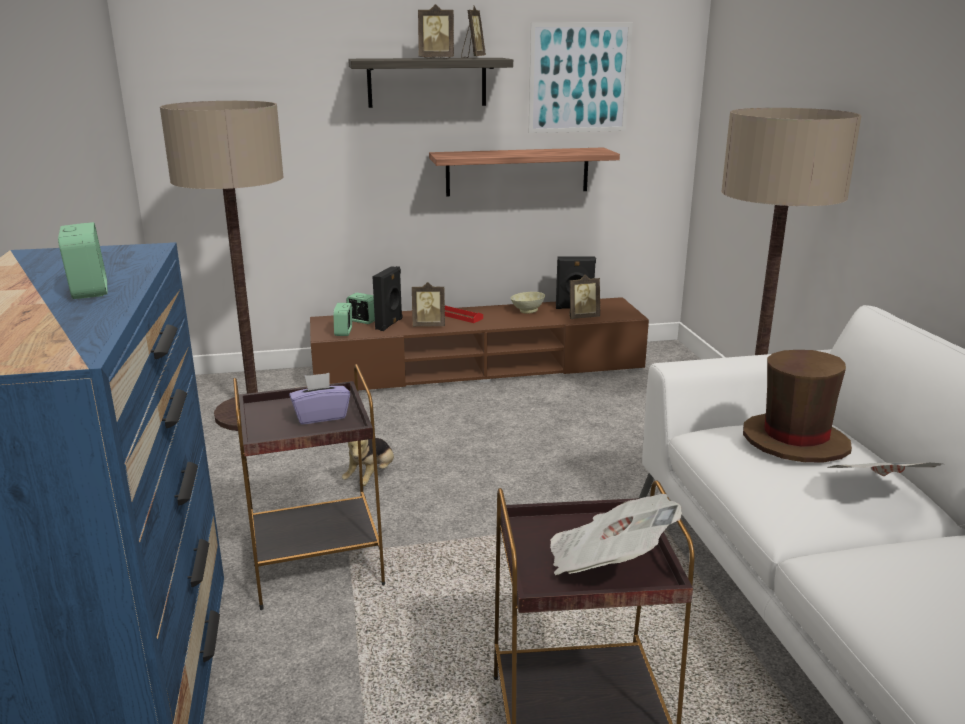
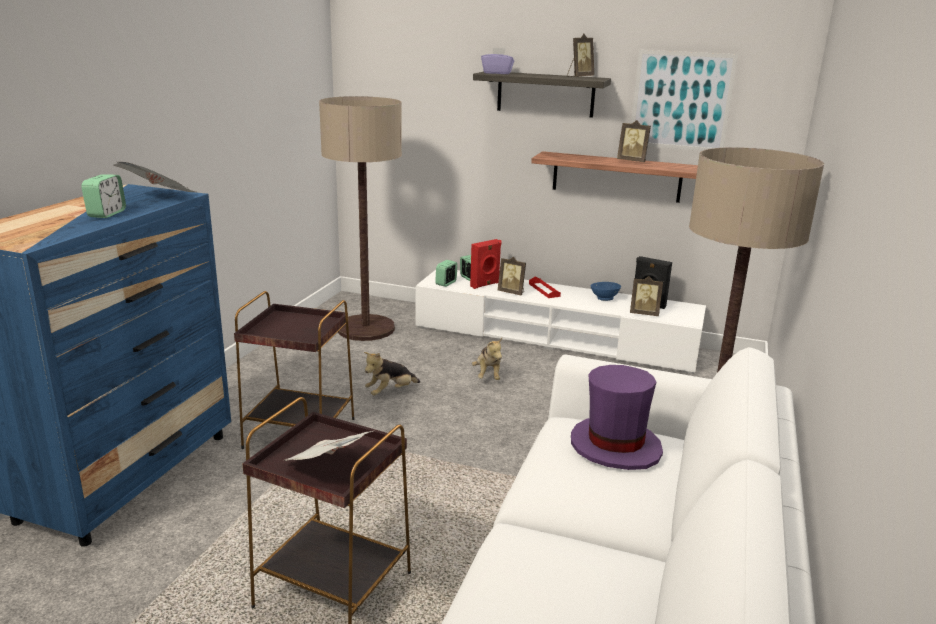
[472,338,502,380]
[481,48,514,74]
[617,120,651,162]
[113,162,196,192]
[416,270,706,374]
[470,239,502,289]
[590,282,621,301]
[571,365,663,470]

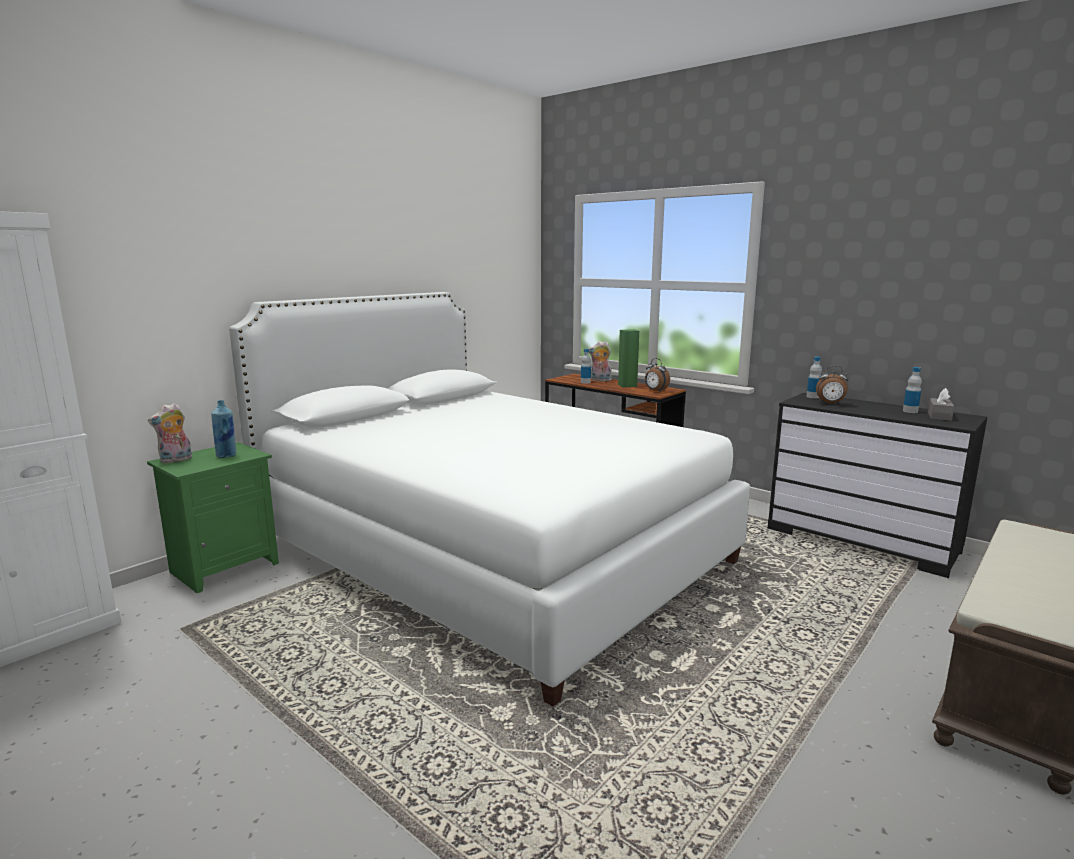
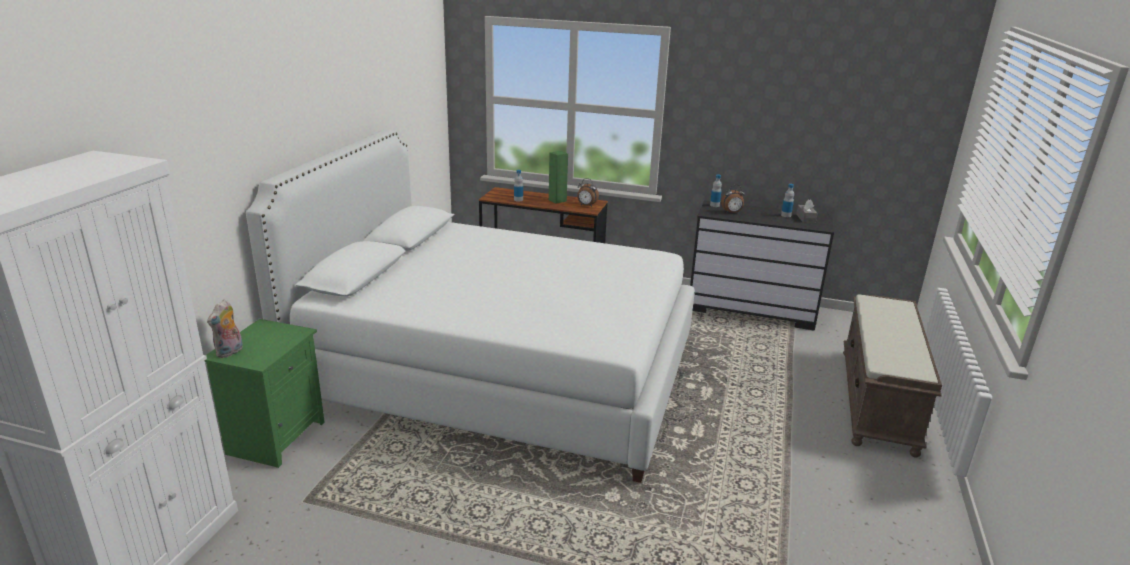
[211,400,236,458] (first image)
[589,341,612,381] (first image)

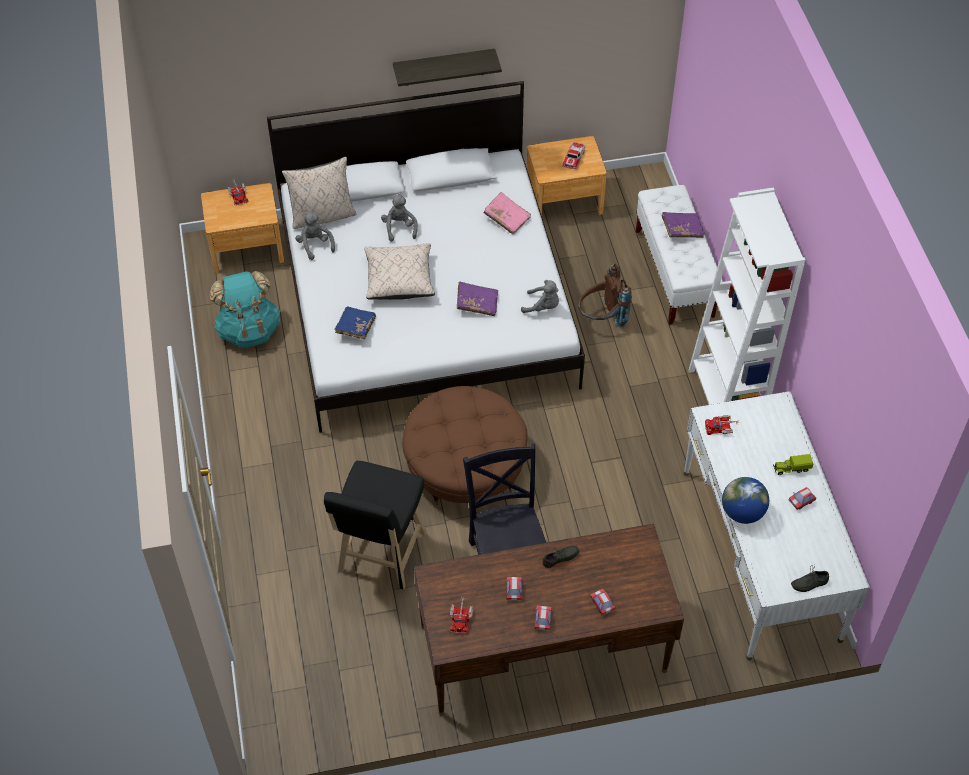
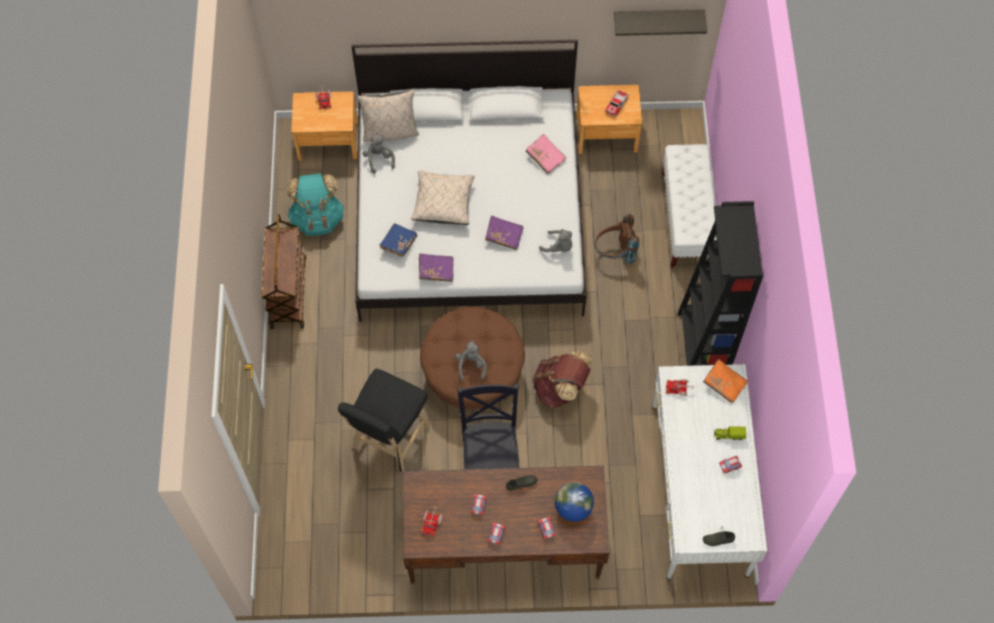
[262,214,307,329]
[532,351,592,408]
[703,359,748,403]
[455,340,487,380]
[614,9,707,36]
[419,253,454,282]
[555,482,594,522]
[678,201,763,366]

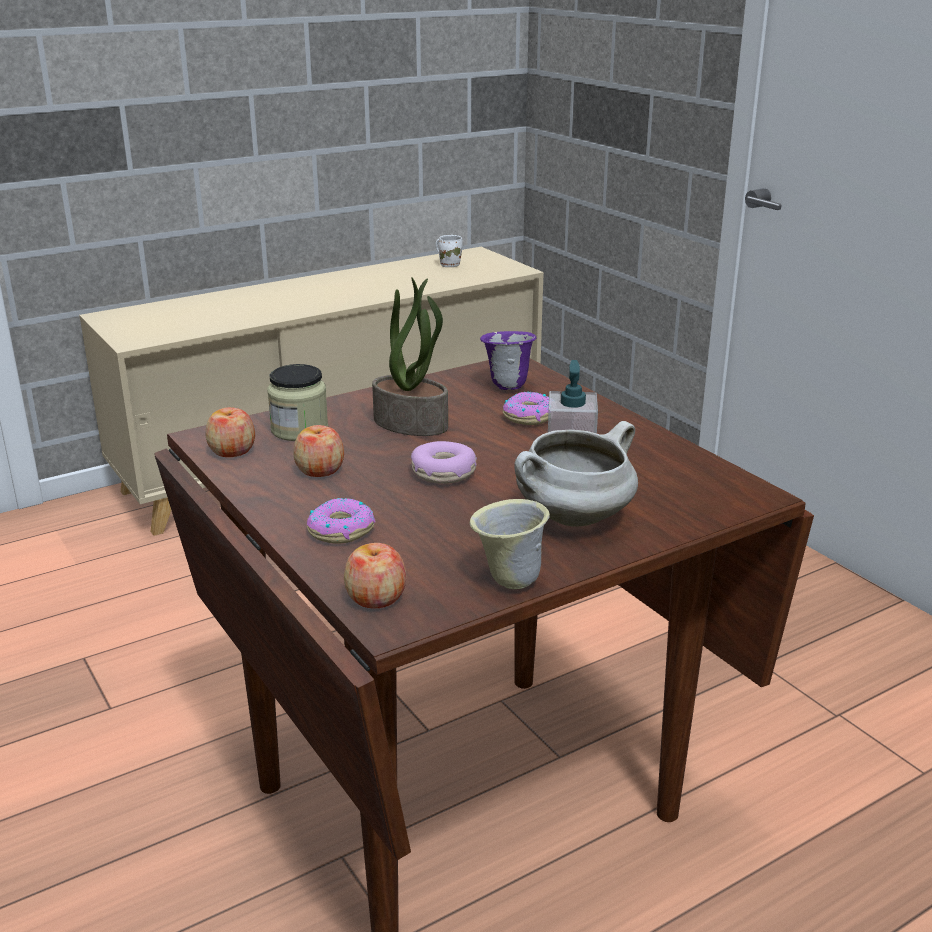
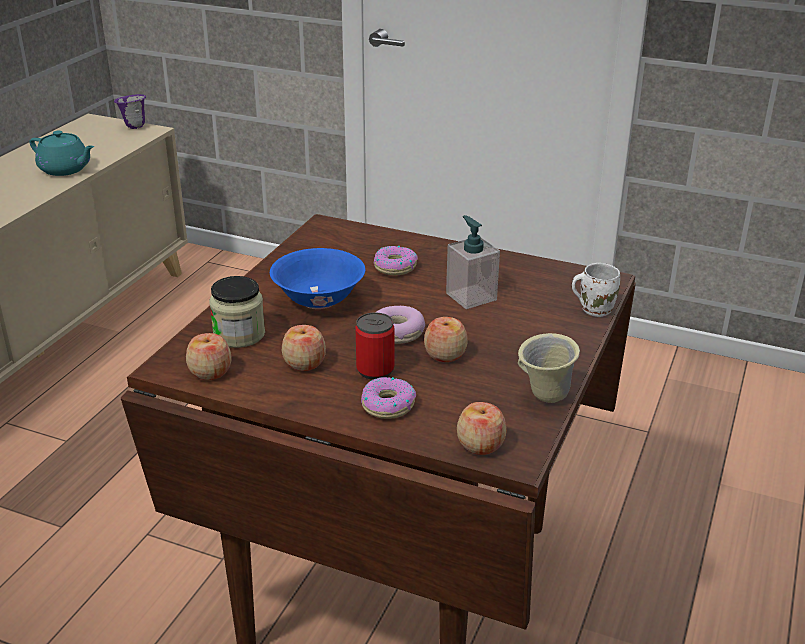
[515,421,638,527] (first image)
[29,131,94,176]
[355,312,394,380]
[424,317,468,362]
[571,263,620,317]
[114,94,146,129]
[270,248,365,309]

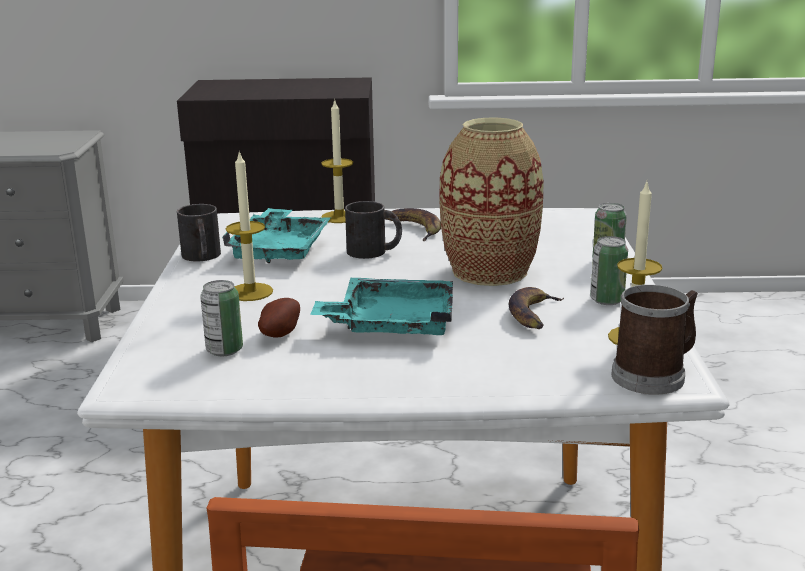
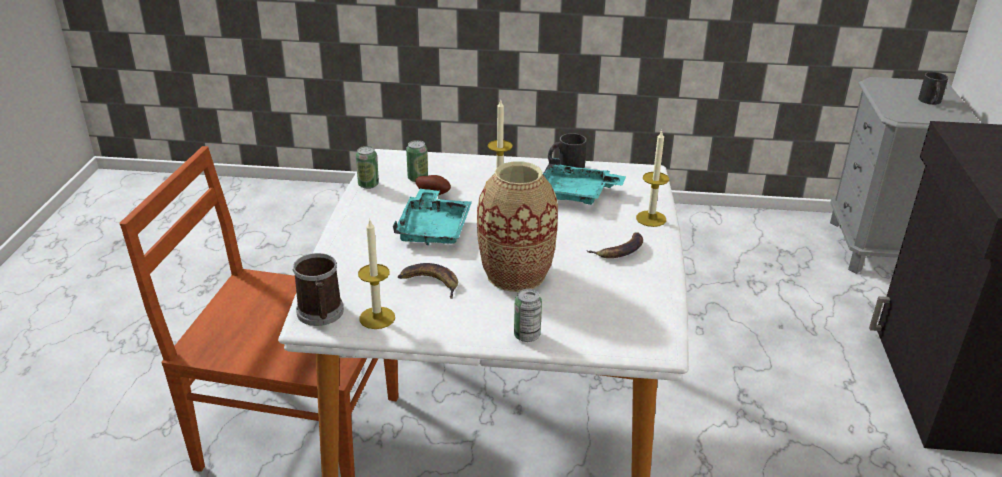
[918,72,948,105]
[356,146,379,189]

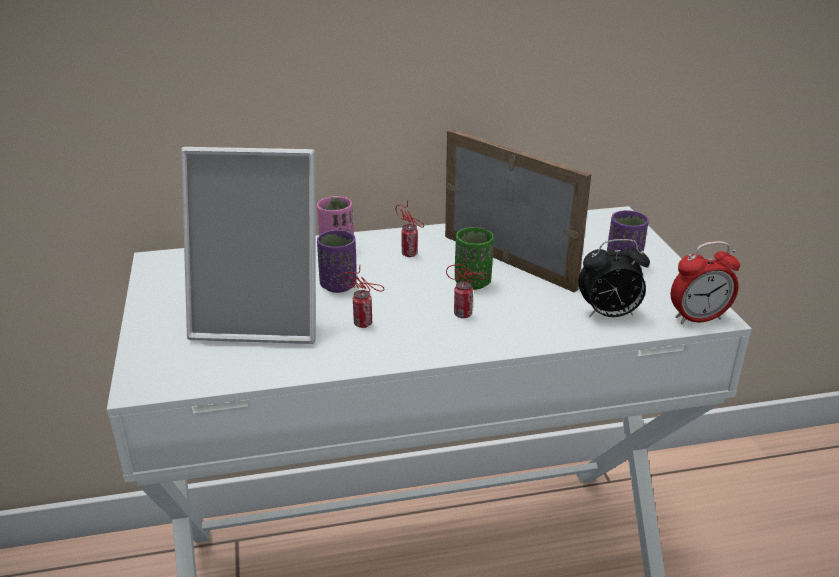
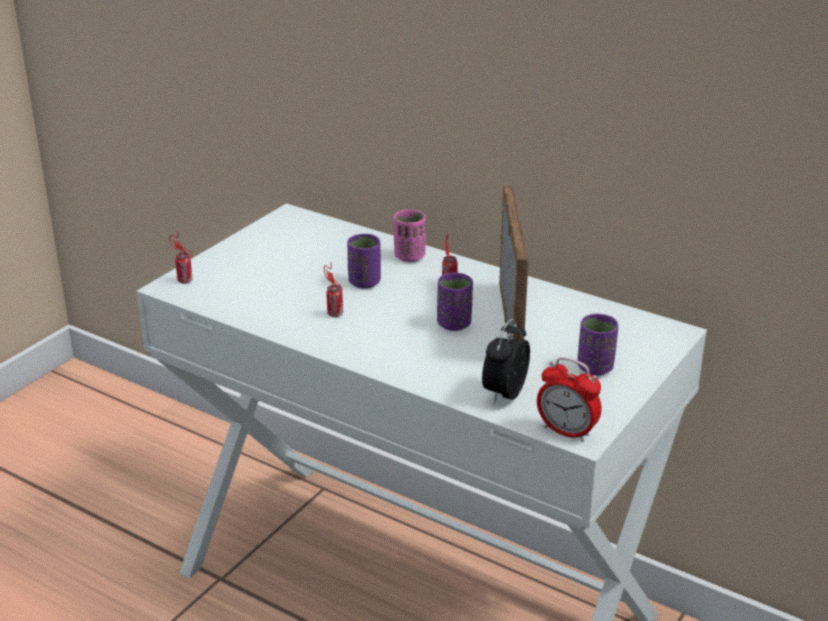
[181,147,316,344] (first image)
[169,231,193,283]
[437,272,473,331]
[482,319,530,404]

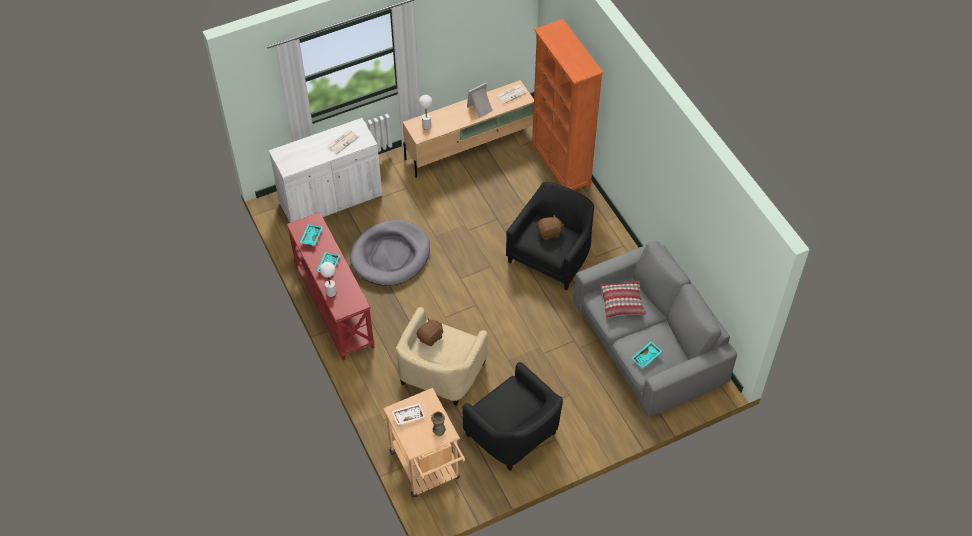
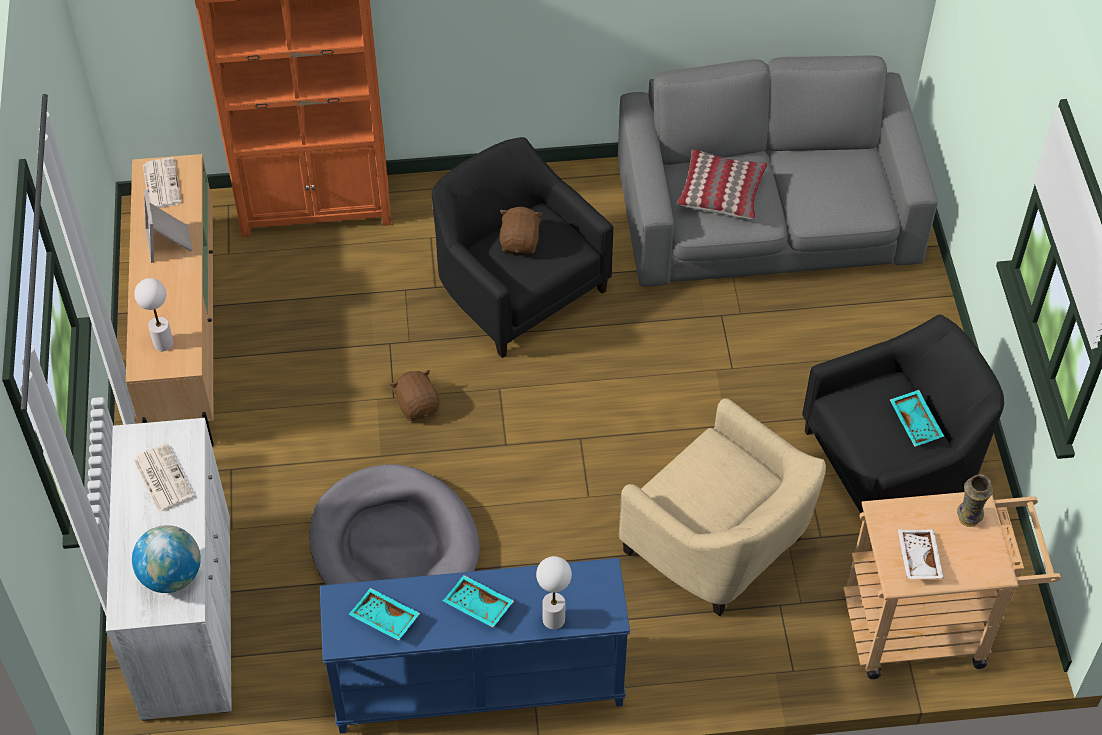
[132,525,201,593]
[390,370,440,421]
[890,390,944,447]
[320,558,630,734]

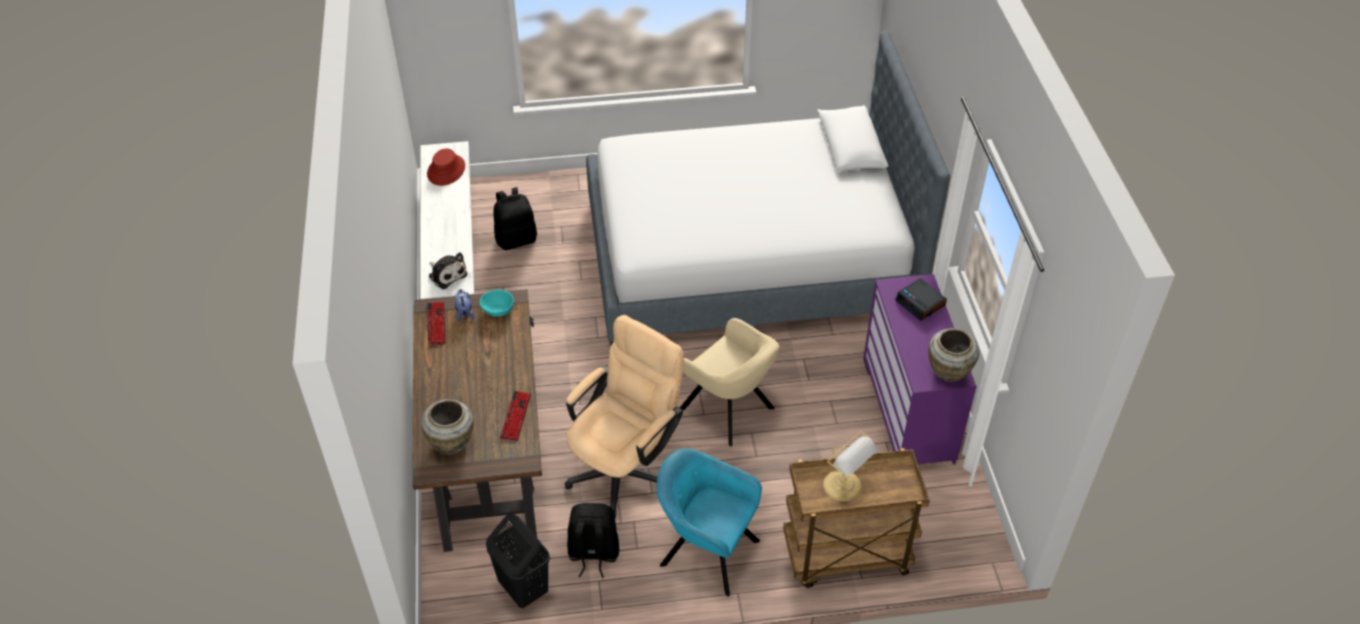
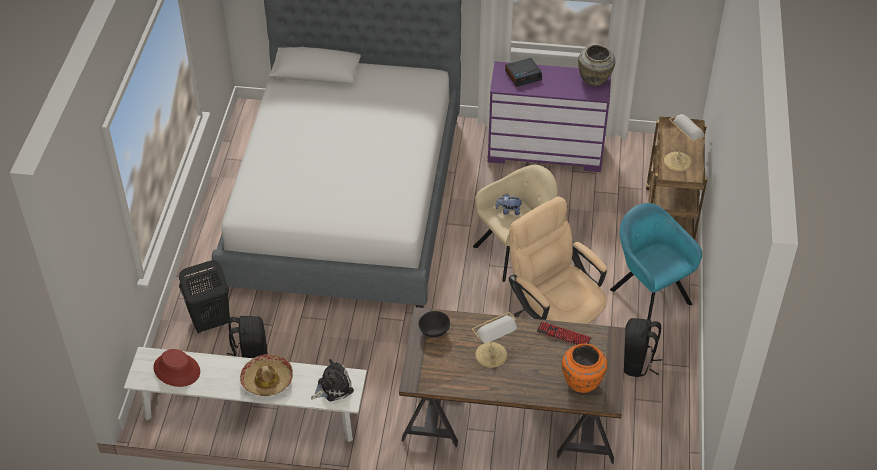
[427,302,446,345] (first image)
[240,354,293,396]
[472,312,517,368]
[495,193,522,215]
[179,260,230,333]
[562,343,607,393]
[418,311,450,337]
[610,203,702,320]

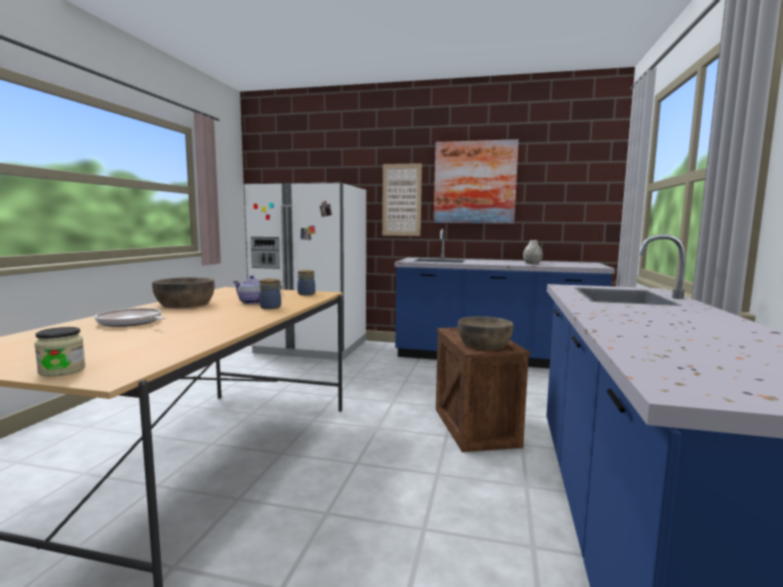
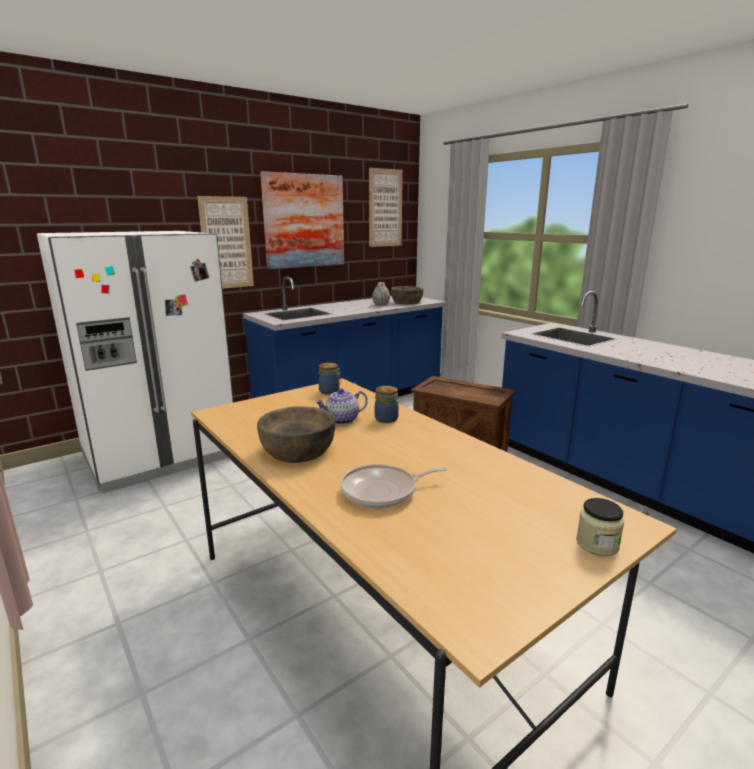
[369,168,403,247]
[391,286,424,304]

